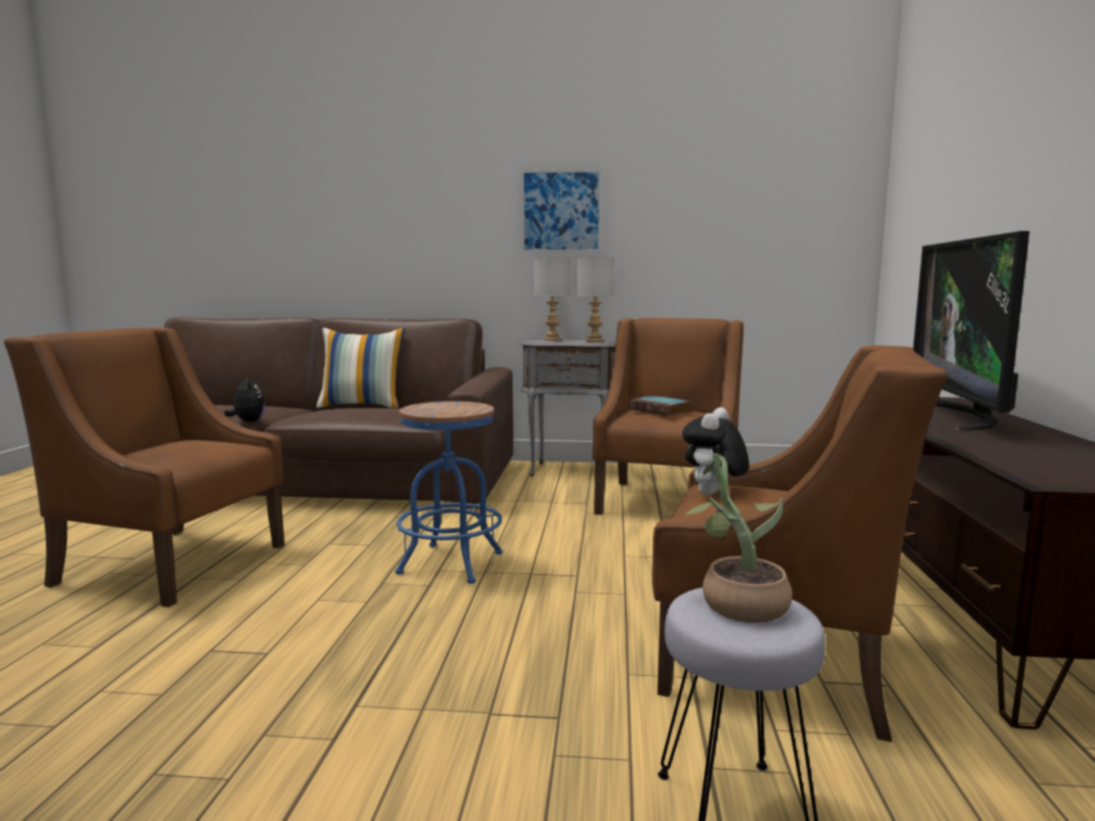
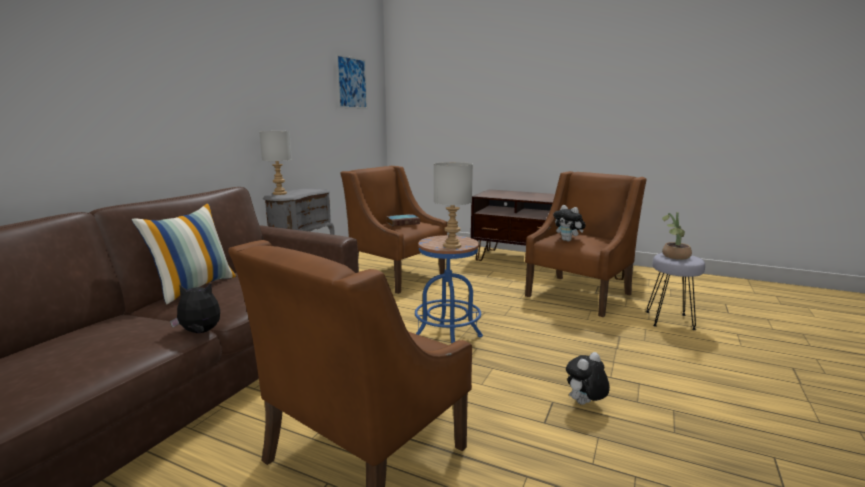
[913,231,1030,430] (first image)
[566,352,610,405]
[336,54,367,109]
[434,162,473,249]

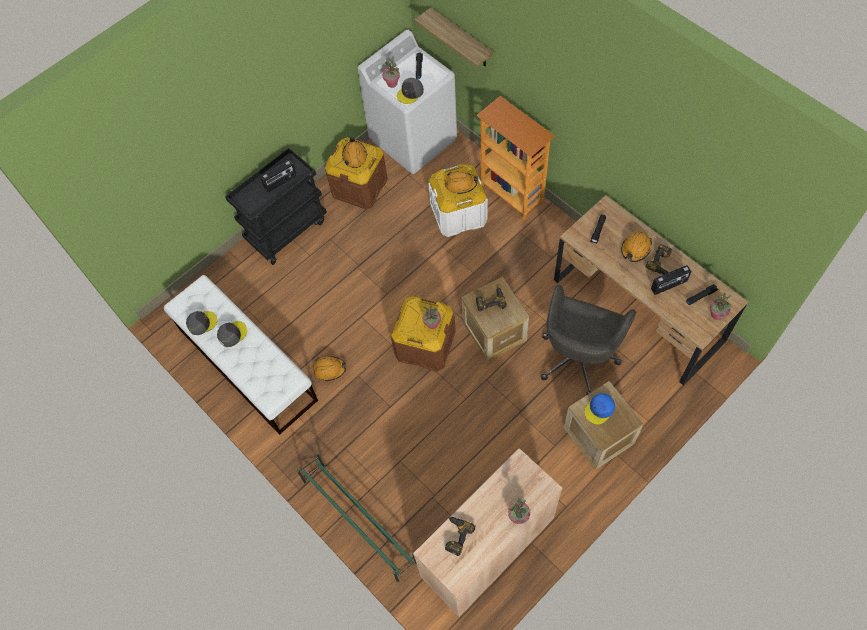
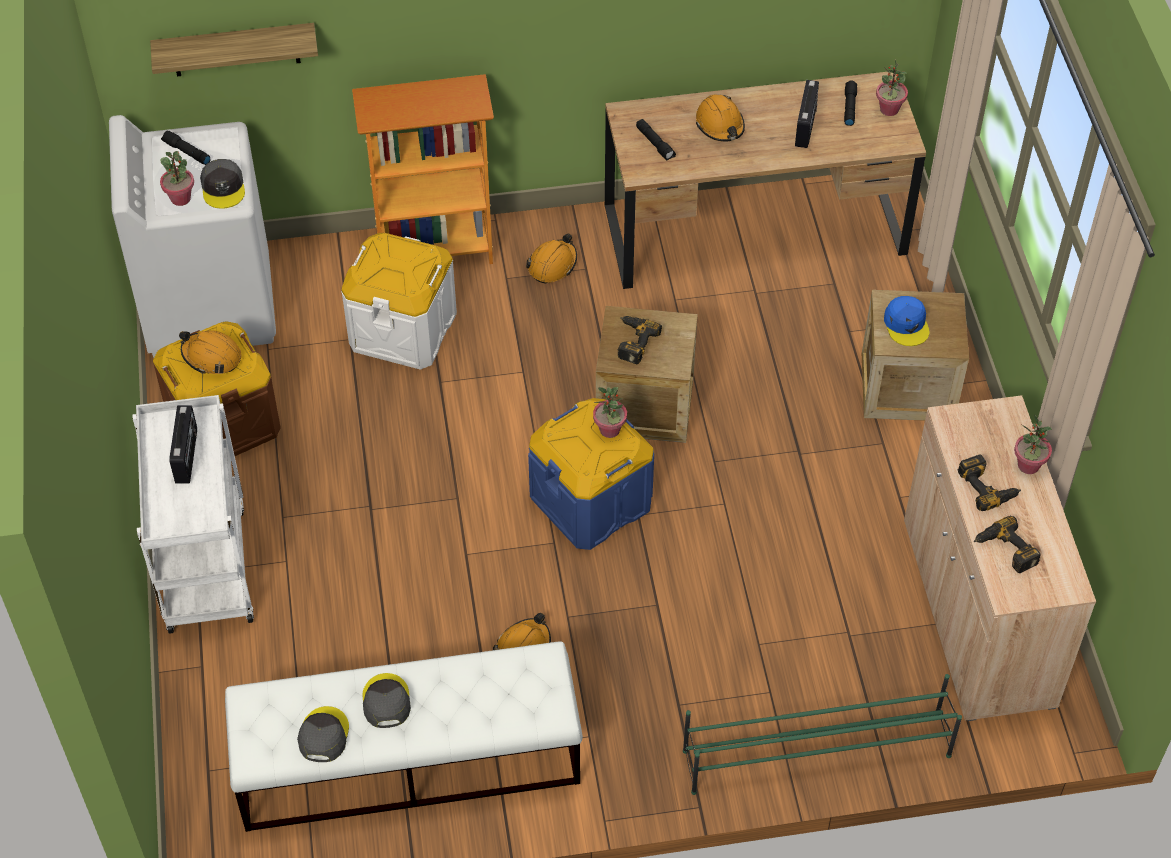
[541,285,636,395] (first image)
[526,233,577,284]
[958,455,1021,511]
[133,395,254,634]
[528,398,654,550]

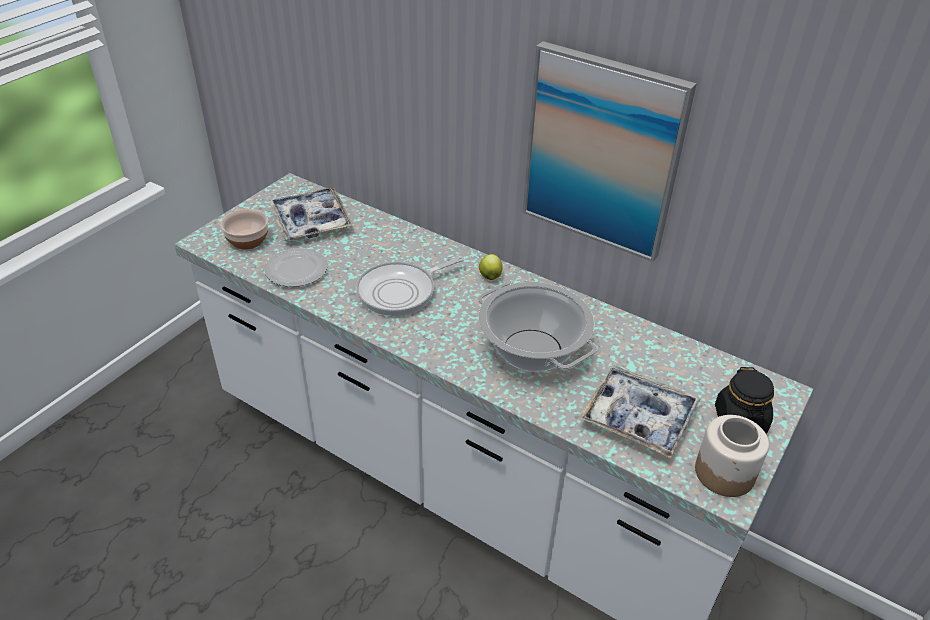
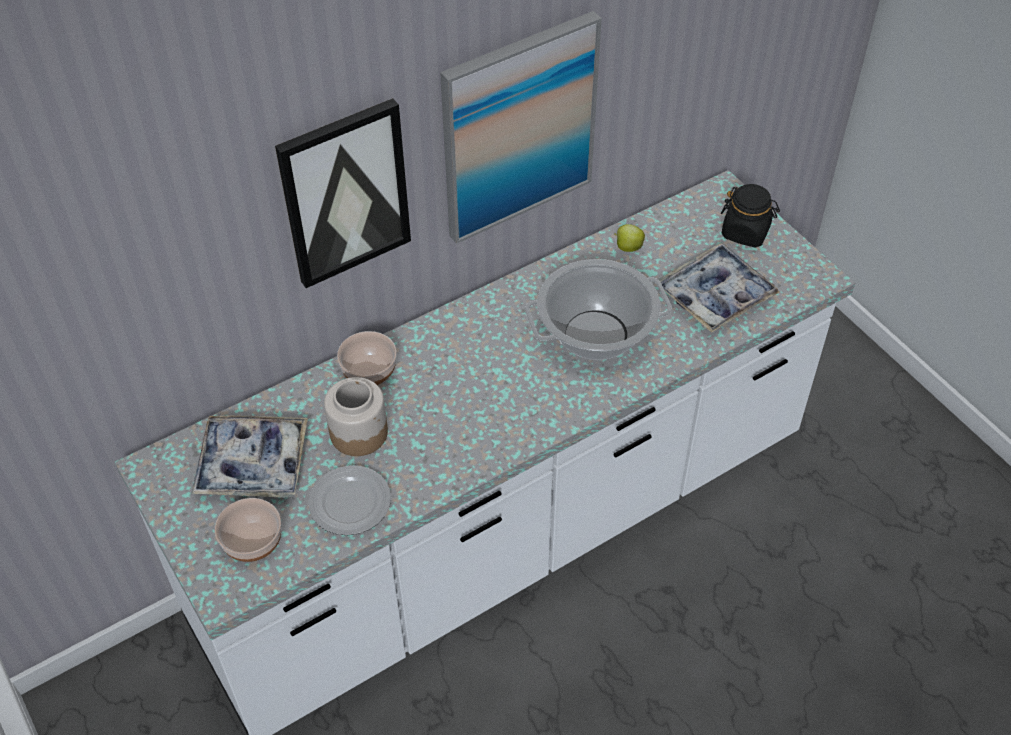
[356,256,464,316] (first image)
[275,98,411,288]
[337,331,397,385]
[614,224,645,252]
[324,377,388,456]

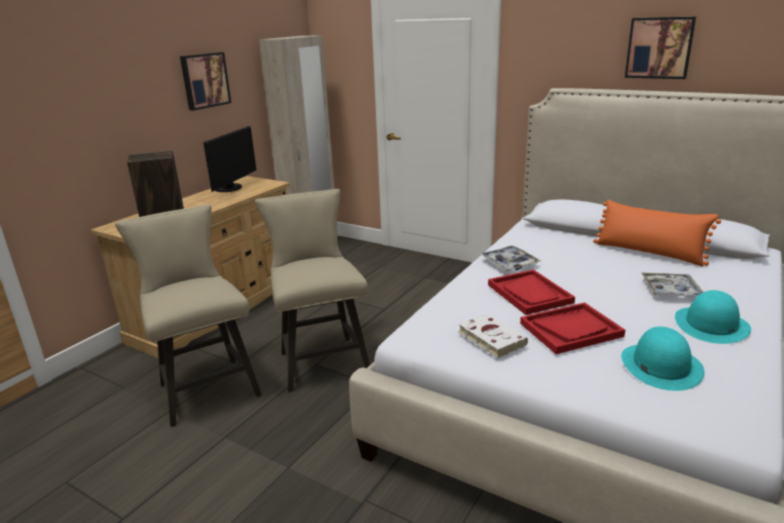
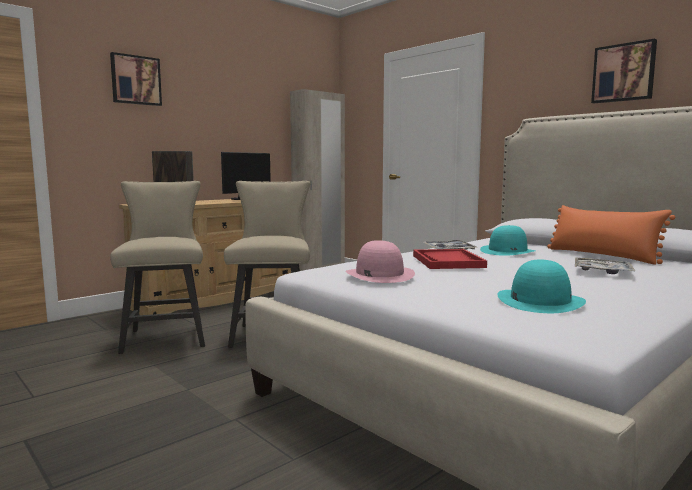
[520,302,625,354] (first image)
[110,52,162,106]
[480,225,535,256]
[345,240,415,283]

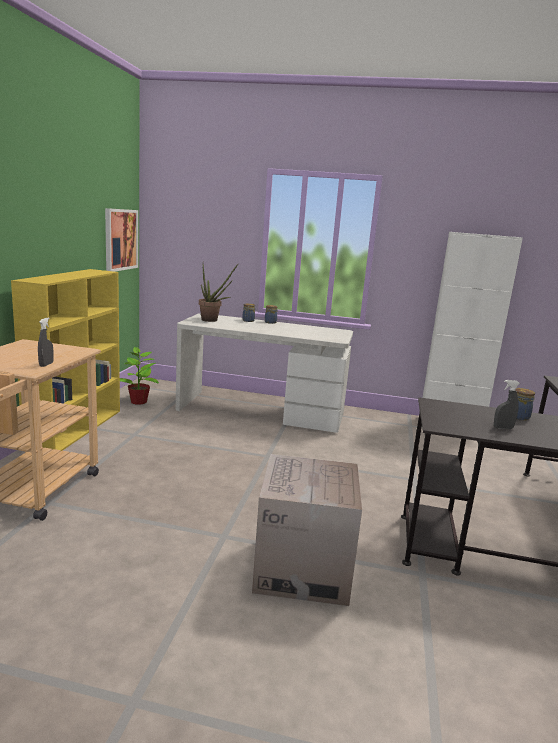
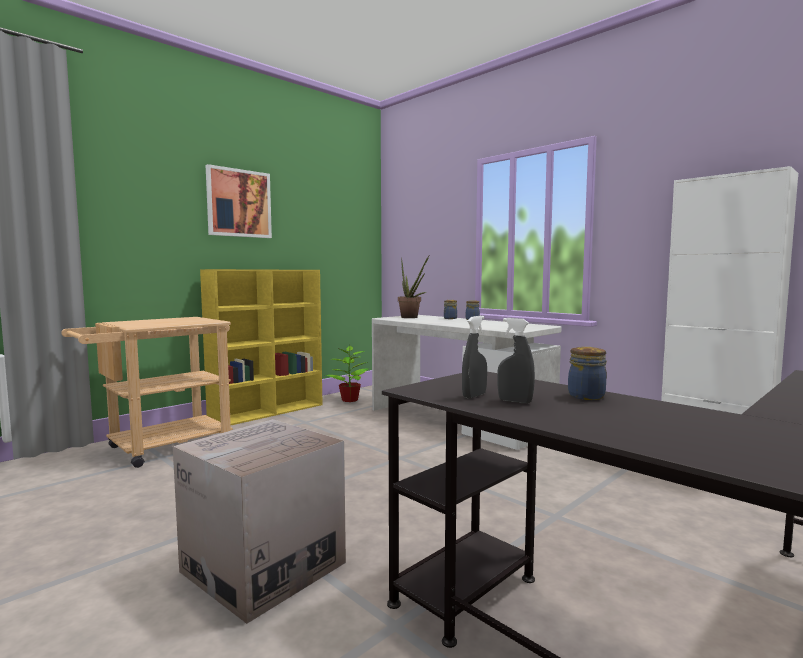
[462,316,487,399]
[206,164,272,238]

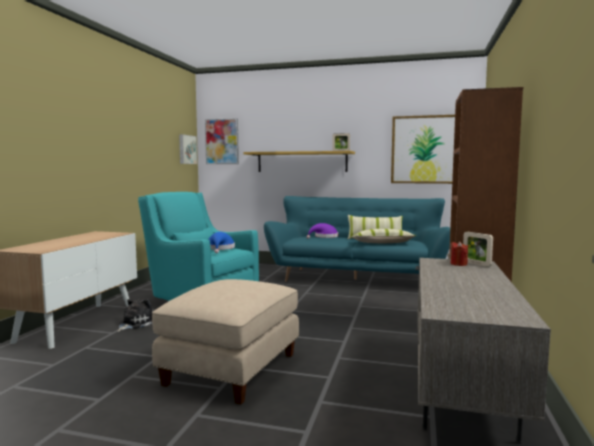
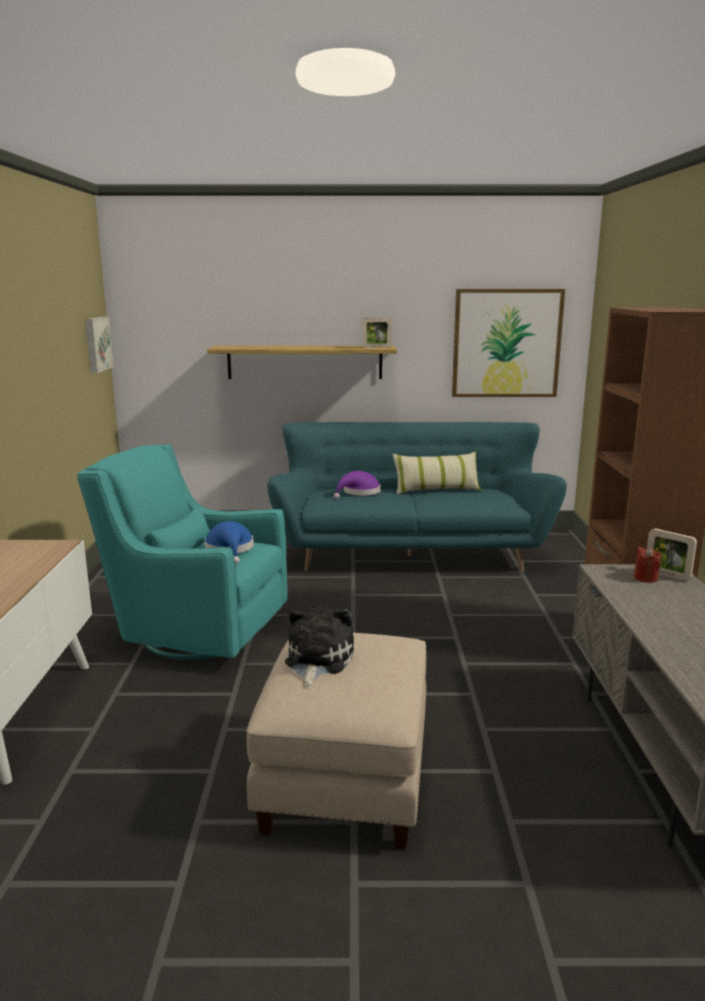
[205,118,239,164] (first image)
[351,229,416,243] (first image)
[285,606,354,686]

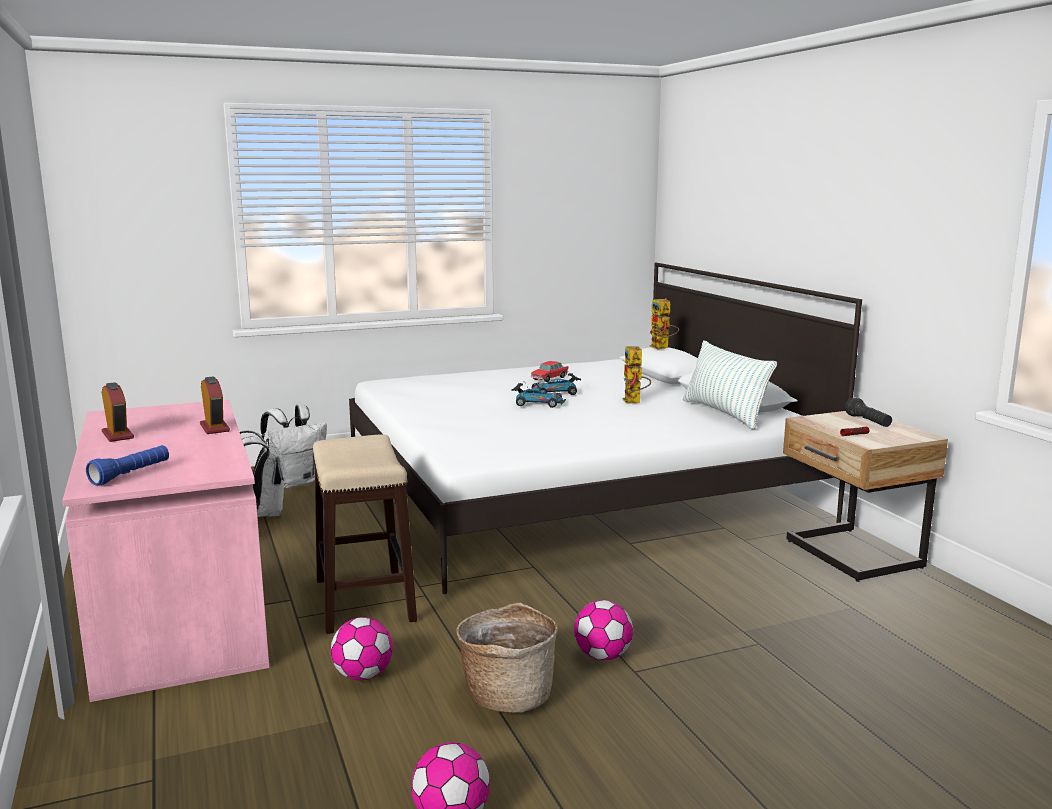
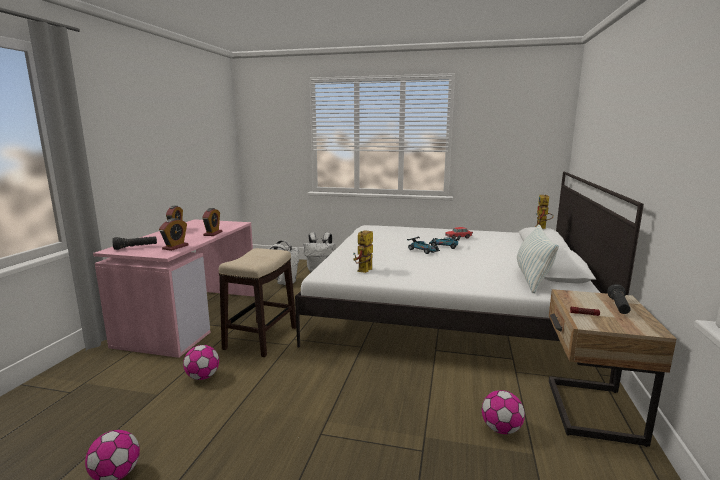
[456,602,558,712] (first image)
[159,218,189,251]
[482,390,525,434]
[353,230,373,273]
[112,236,157,250]

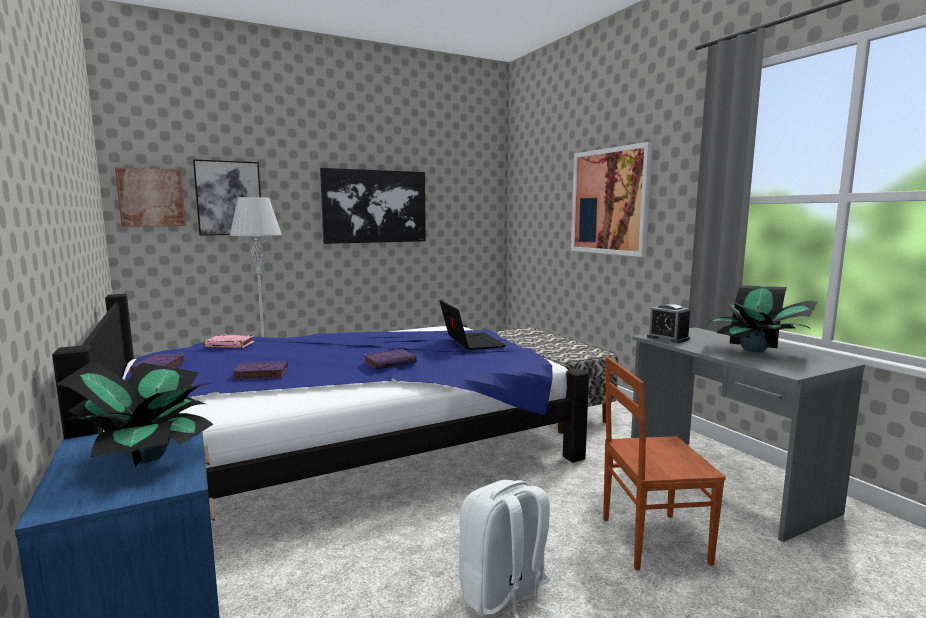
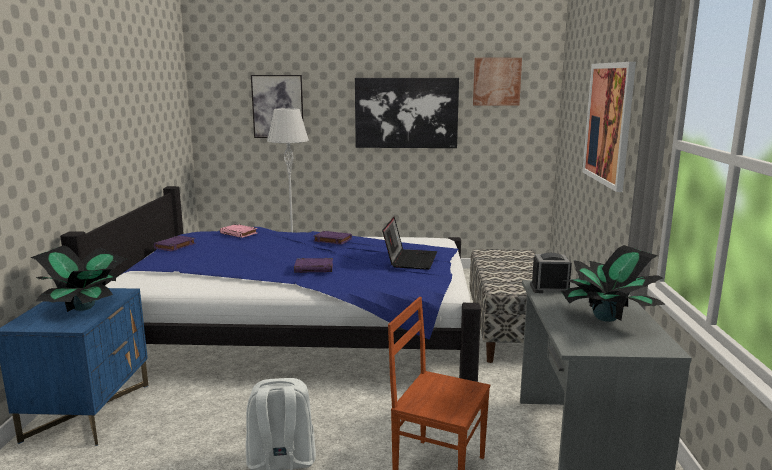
[473,58,522,106]
[313,231,352,245]
[530,253,572,293]

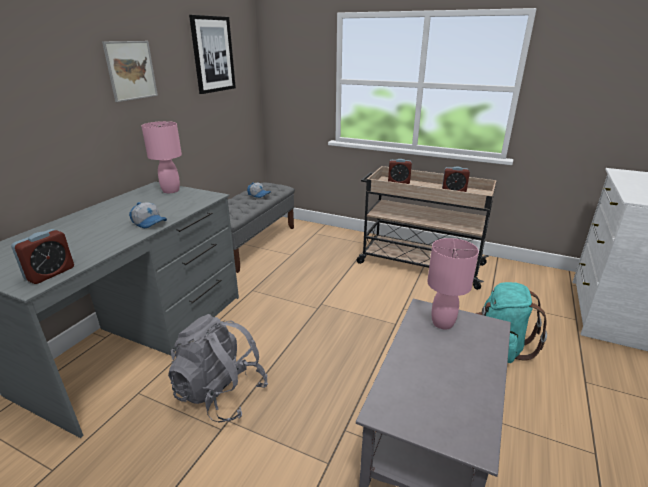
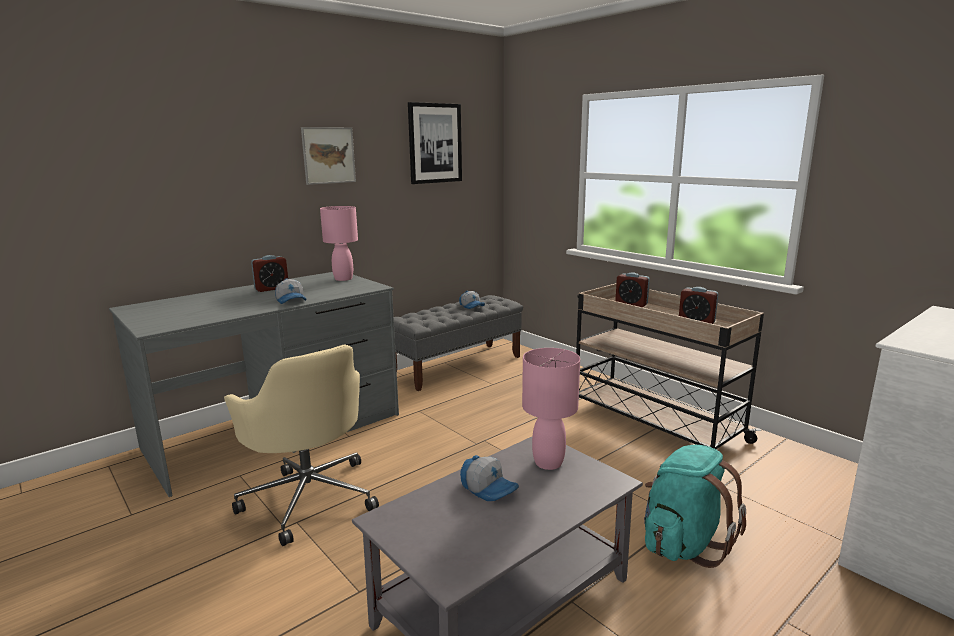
[460,455,519,501]
[251,255,288,292]
[224,345,379,546]

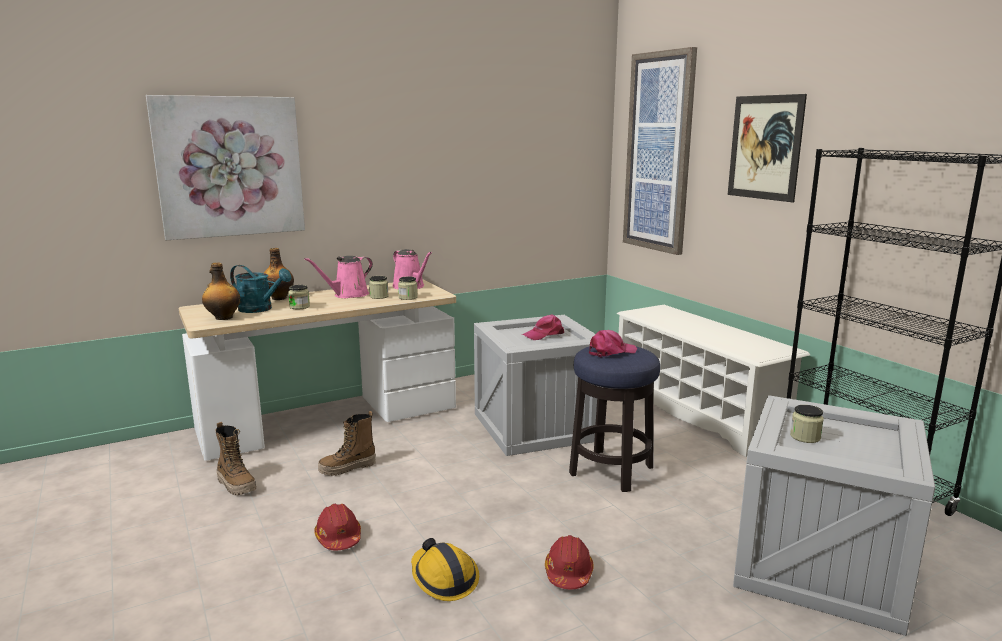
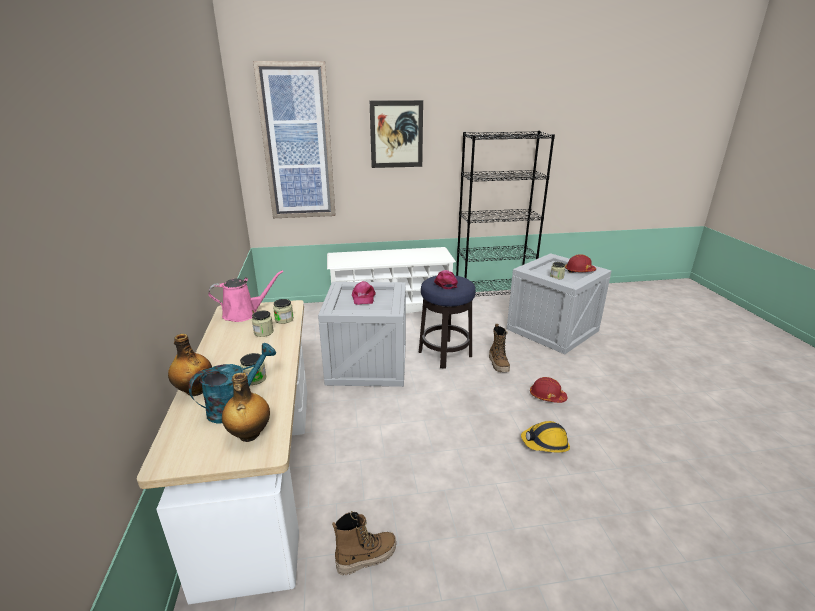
[146,95,305,240] (first image)
[304,256,373,298] (first image)
[565,254,596,273]
[489,324,510,372]

